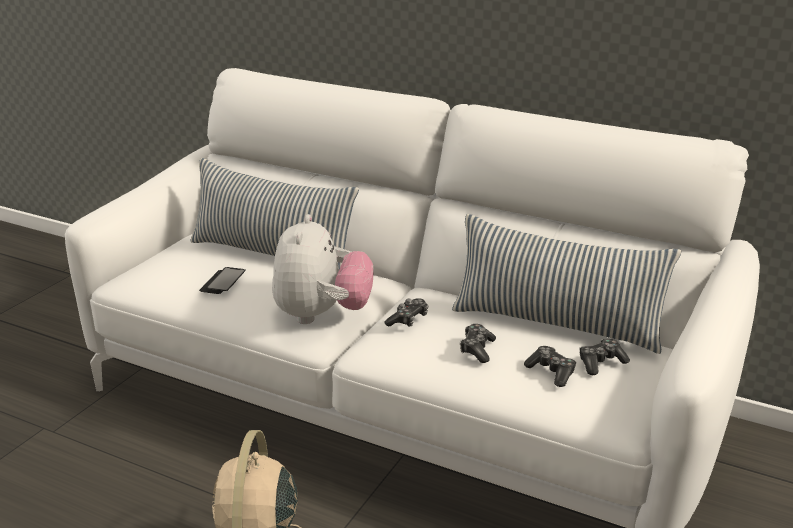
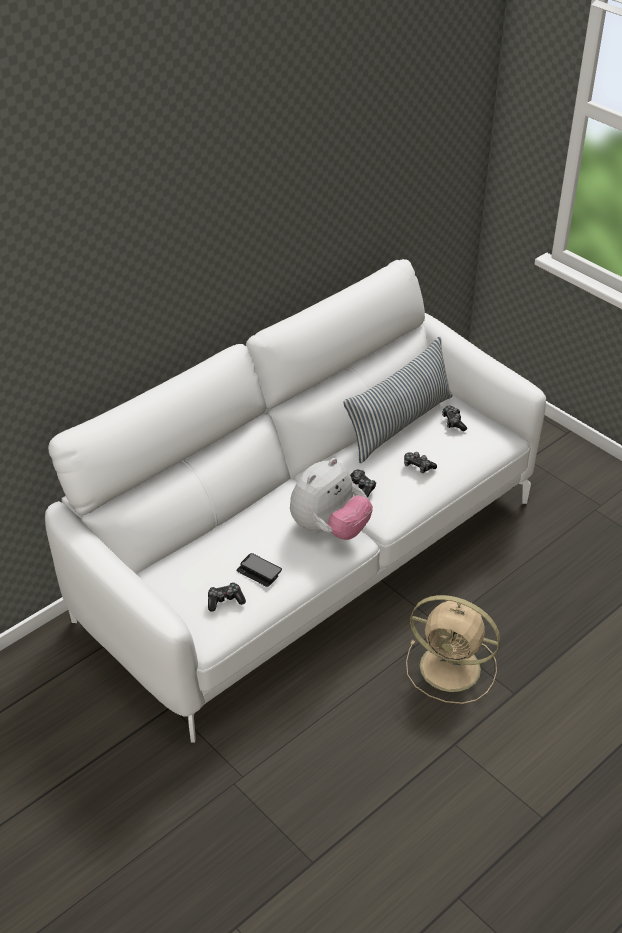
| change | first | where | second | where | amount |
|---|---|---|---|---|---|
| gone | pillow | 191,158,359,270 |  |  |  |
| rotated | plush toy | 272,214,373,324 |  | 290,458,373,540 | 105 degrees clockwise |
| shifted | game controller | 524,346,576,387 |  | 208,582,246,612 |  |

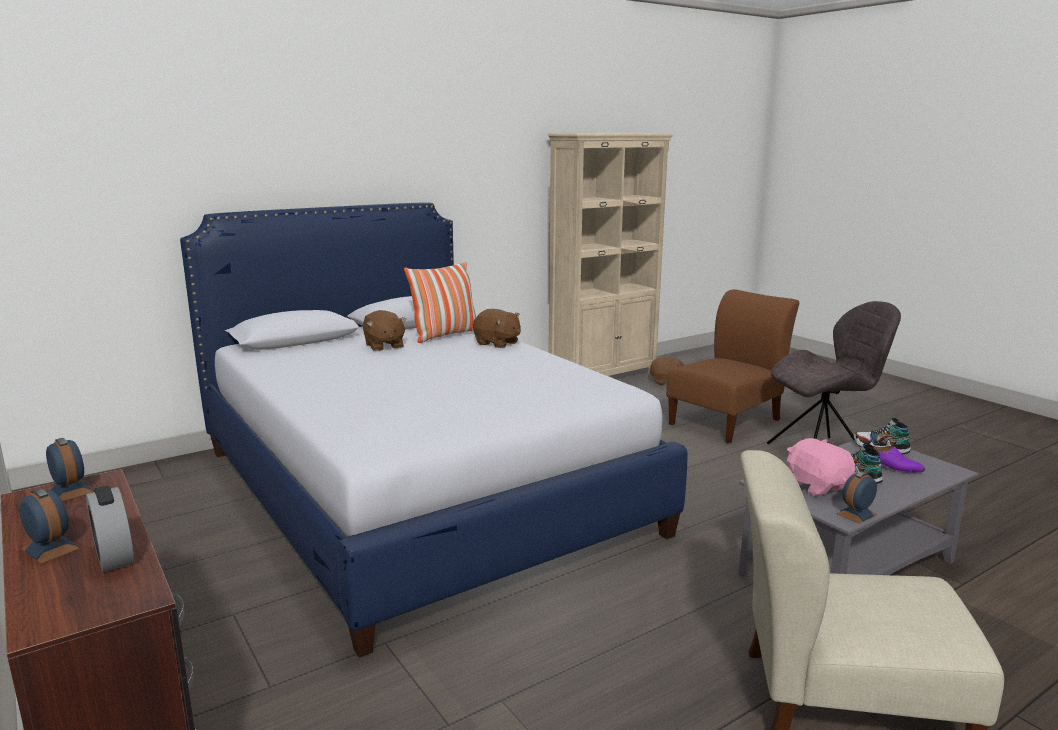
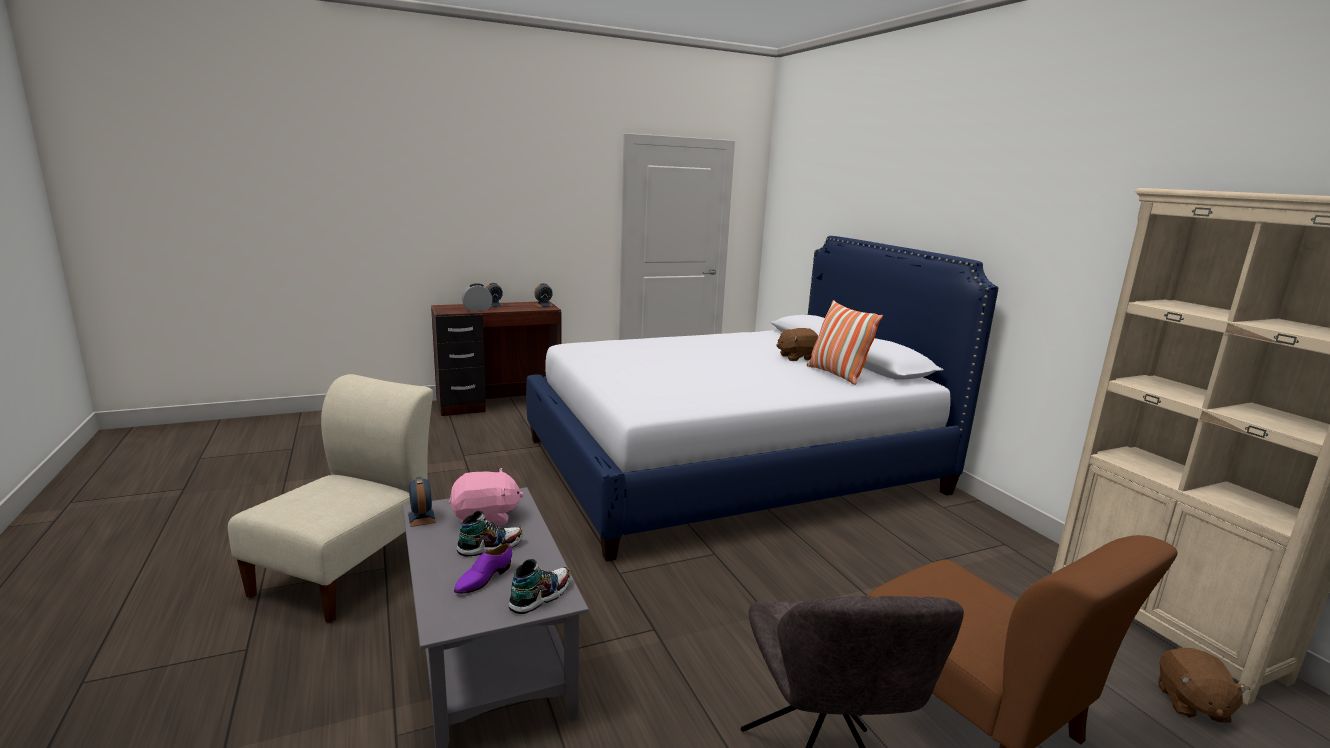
| change | first | where | second | where | amount |
|---|---|---|---|---|---|
| gone | brown plush toy | 473,309,521,348 |  |  |  |

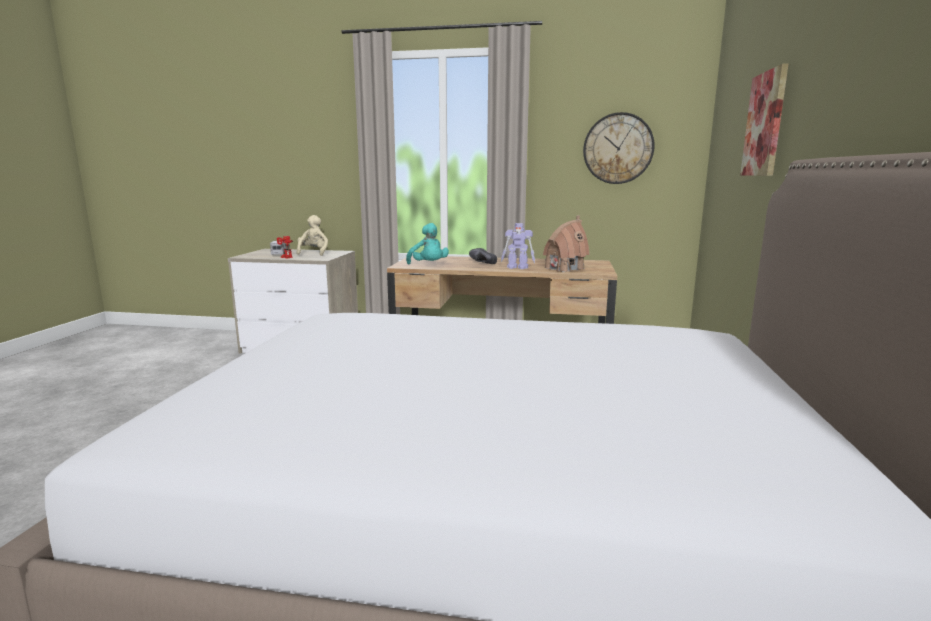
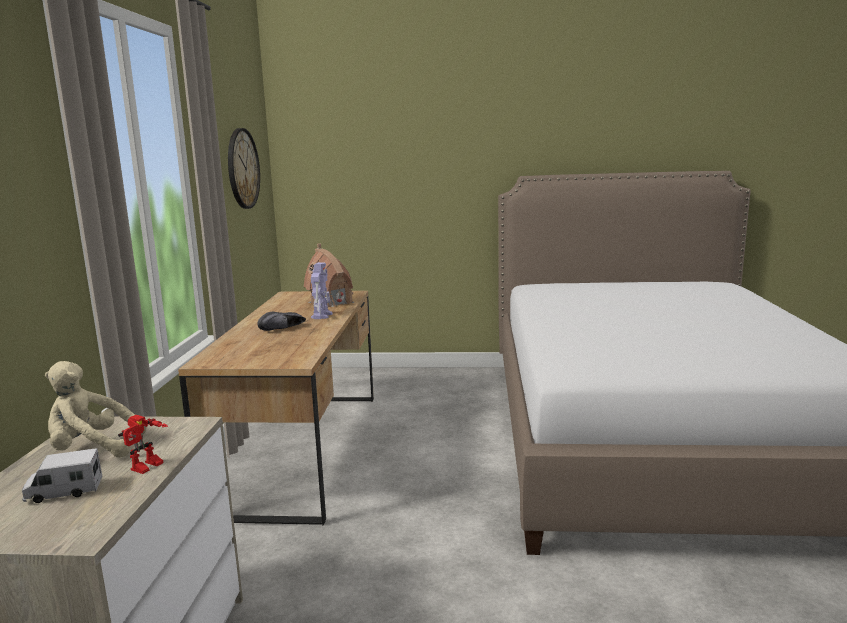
| change | first | where | second | where | amount |
|---|---|---|---|---|---|
| gone | turquoise plush toy | 406,223,449,264 |  |  |  |
| gone | picture | 740,63,788,176 |  |  |  |

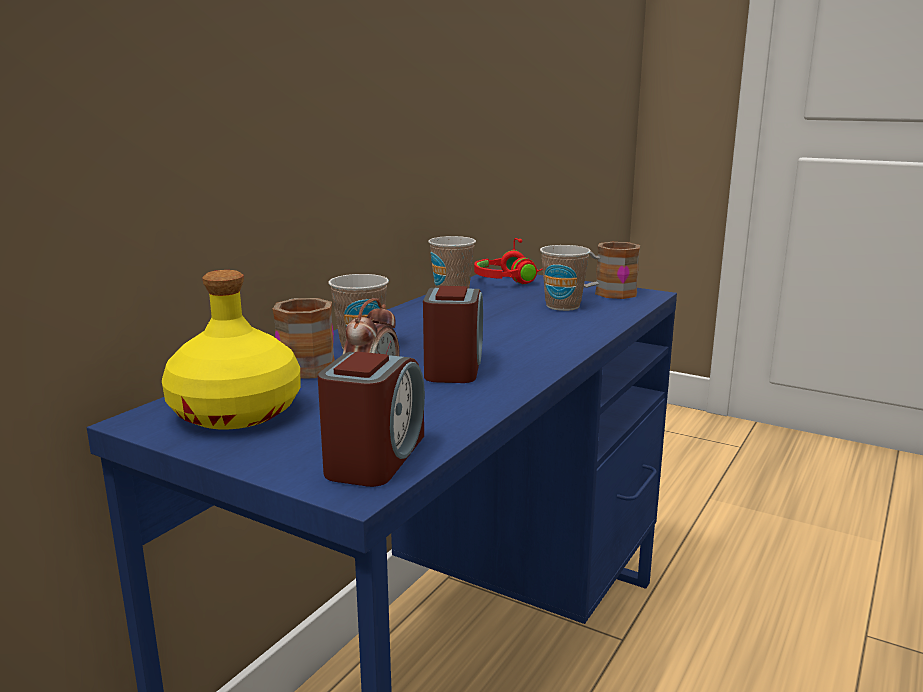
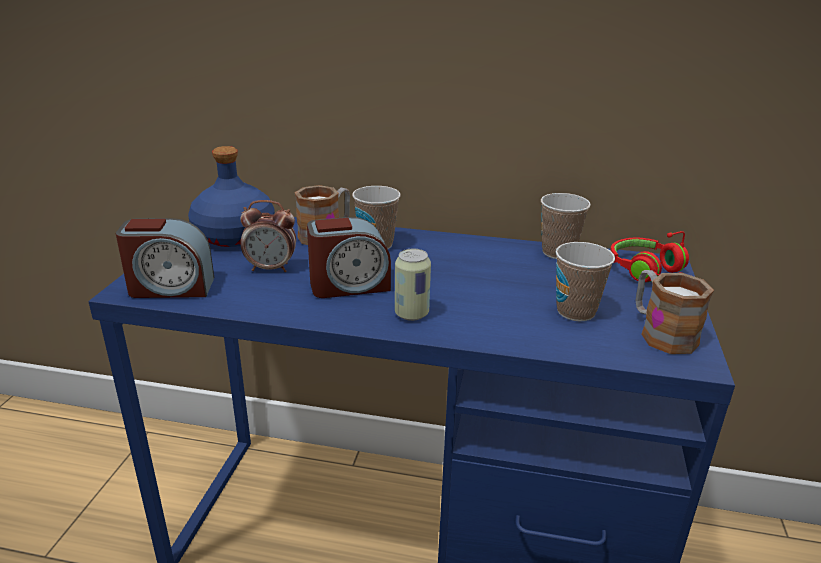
| change | first | where | second | where | amount |
|---|---|---|---|---|---|
| repainted | yellow bottle | 162,270,301,429 | blue bottle | 188,146,275,247 |  |
| new |  |  | can | 395,249,431,321 |  |

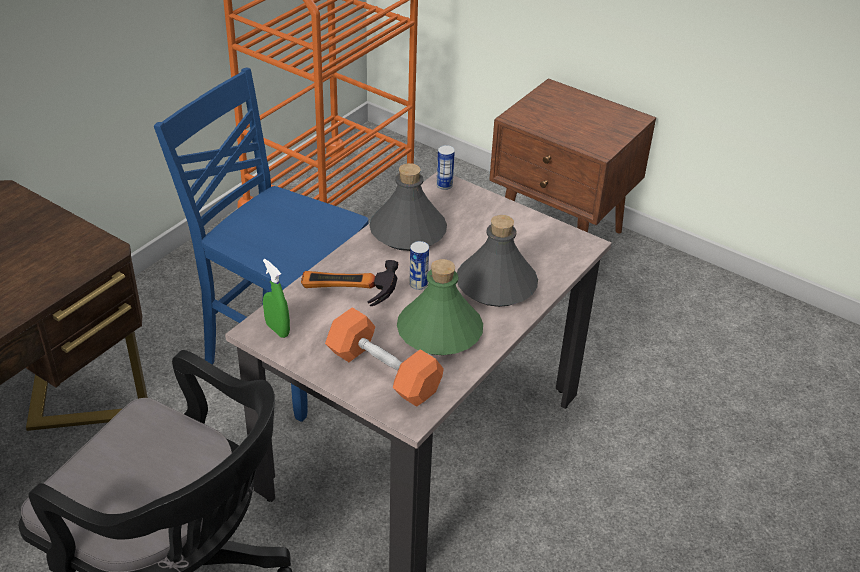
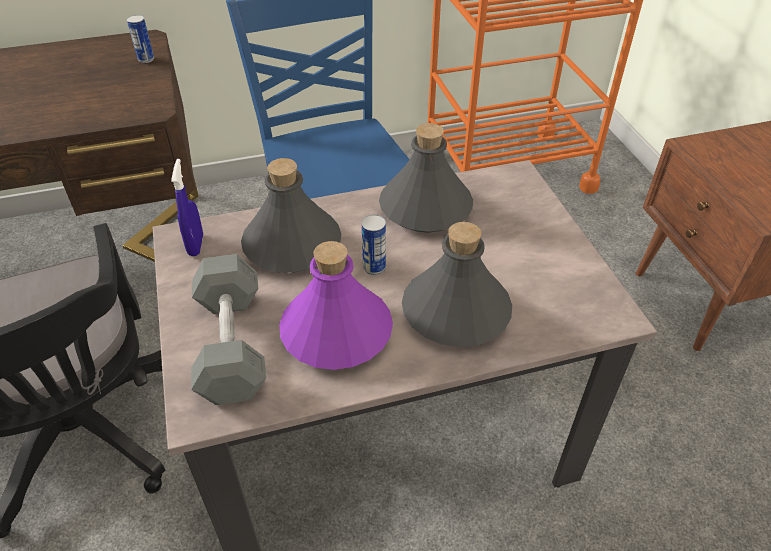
| change | first | where | second | where | amount |
|---|---|---|---|---|---|
| repainted | green spray bottle | 263,259,290,338 | blue spray bottle | 171,159,203,256 |  |
| swapped | hammer | 301,260,398,306 | grey bottle | 241,158,341,273 |  |
| repainted | orange dumbbell | 325,307,444,407 | grey dumbbell | 191,254,266,405 |  |
| repainted | green bottle | 397,259,483,355 | purple bottle | 279,241,393,370 |  |
| shifted | can | 436,145,455,190 |  | 127,15,154,63 |  |

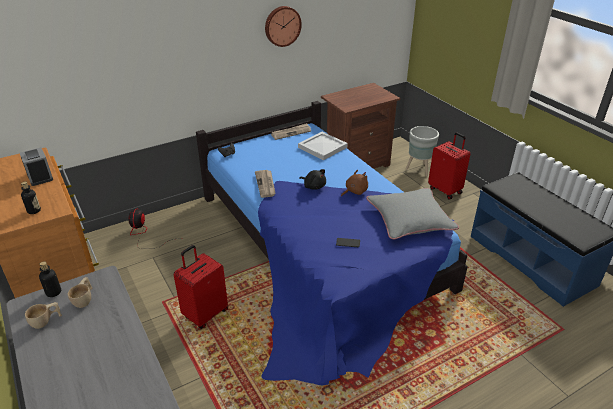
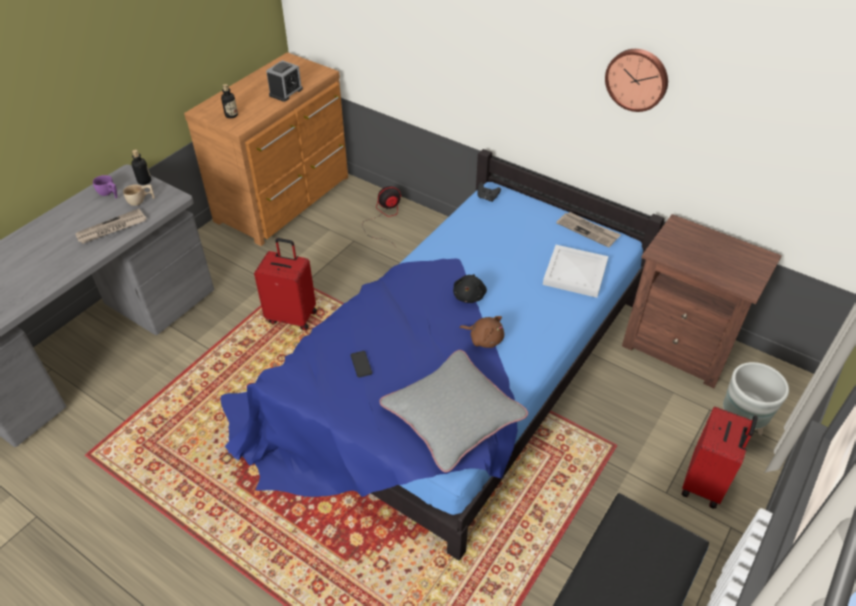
| change | first | where | second | where | amount |
|---|---|---|---|---|---|
| repainted | beige cup | 25,302,62,329 | purple cup | 93,175,117,198 |  |
| shifted | newspaper | 255,170,275,198 |  | 75,208,147,244 |  |

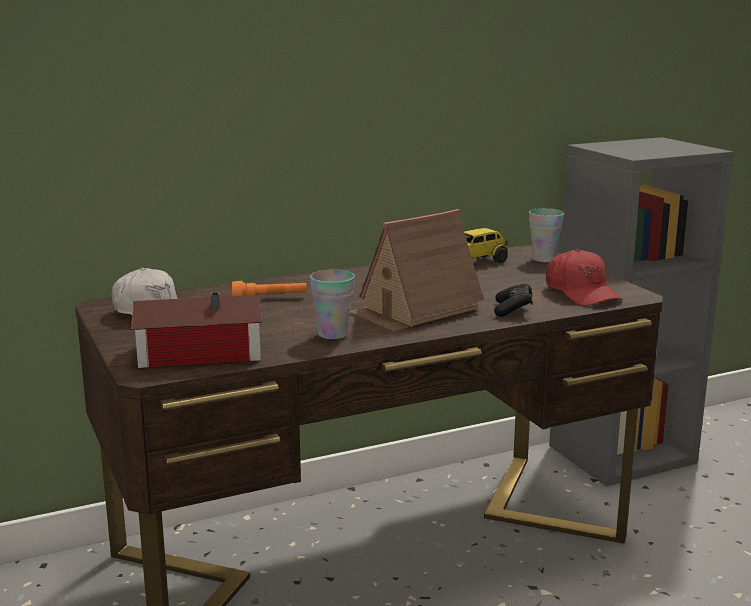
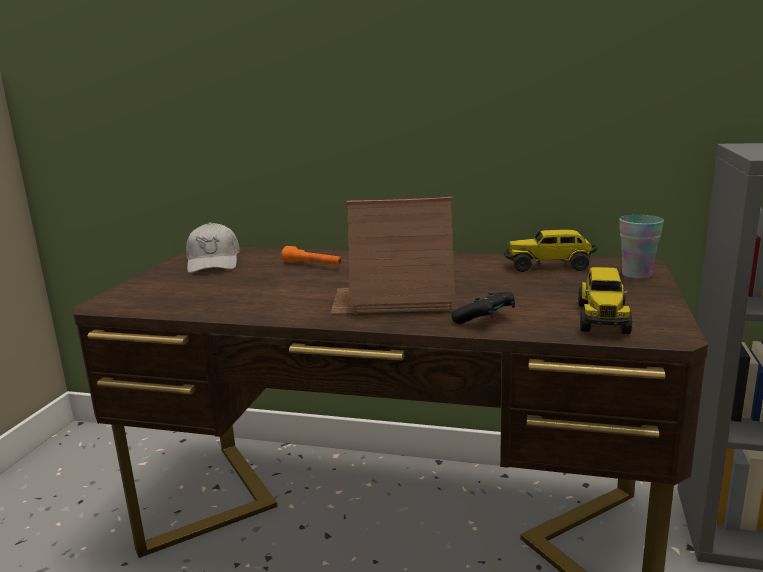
| change | first | where | second | where | amount |
|---|---|---|---|---|---|
| gone | toy house | 131,292,262,368 |  |  |  |
| gone | cup | 310,269,355,339 |  |  |  |
| swapped | red cap | 546,249,623,306 | toy truck | 578,267,632,334 |  |

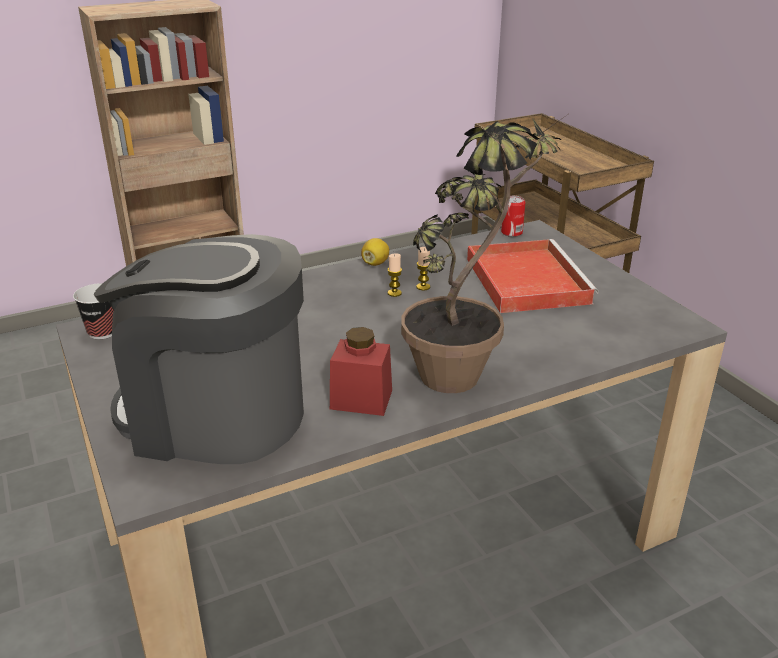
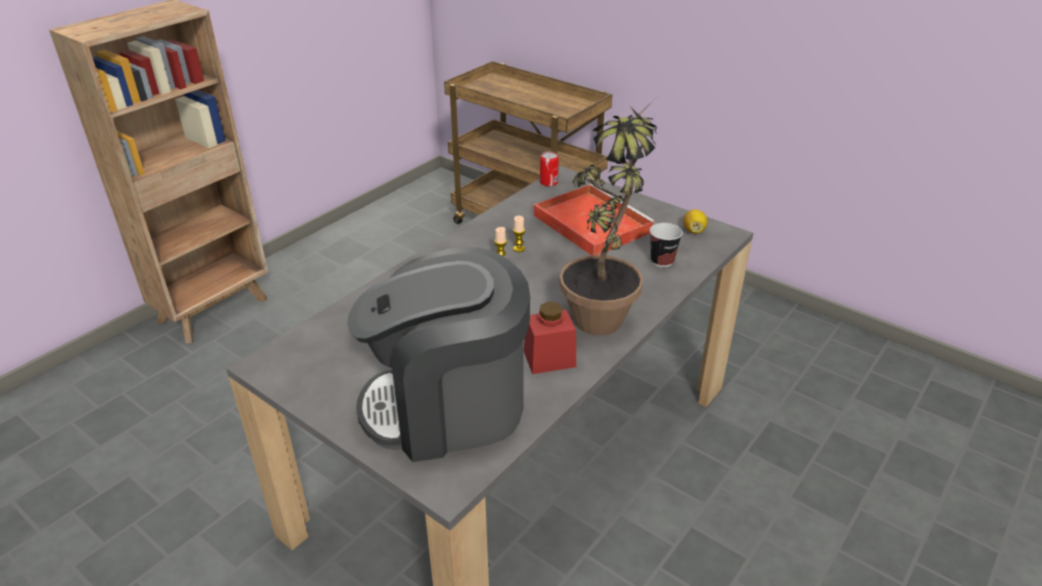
| change | first | where | second | where | amount |
|---|---|---|---|---|---|
| shifted | cup | 73,283,114,339 |  | 650,223,683,267 |  |
| shifted | lemon | 361,238,389,266 |  | 683,209,707,234 |  |

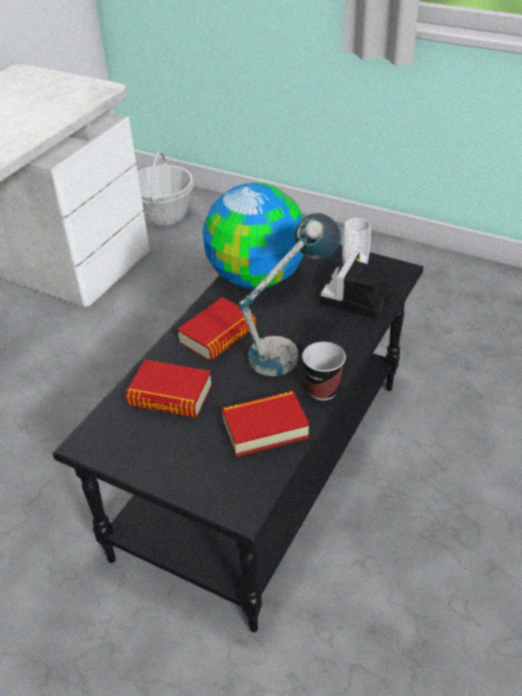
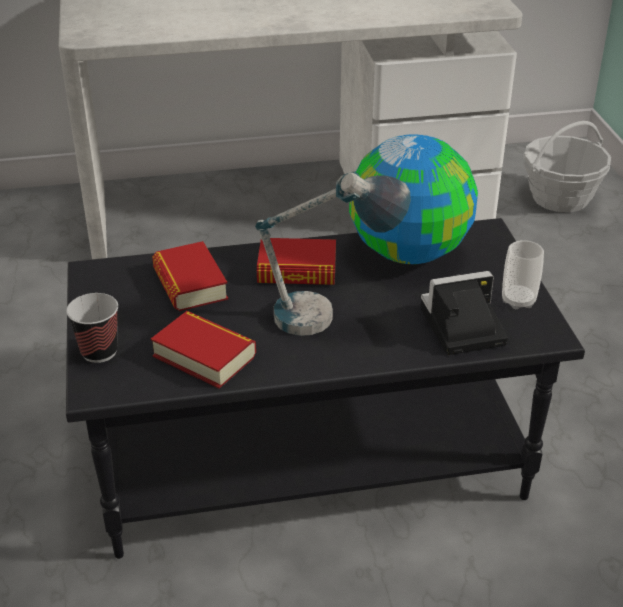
| change | first | where | second | where | amount |
|---|---|---|---|---|---|
| shifted | cup | 302,342,346,401 |  | 66,293,118,363 |  |

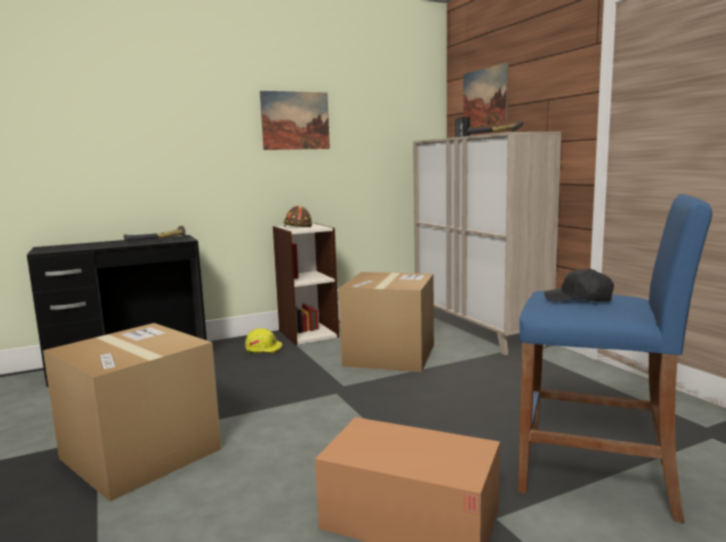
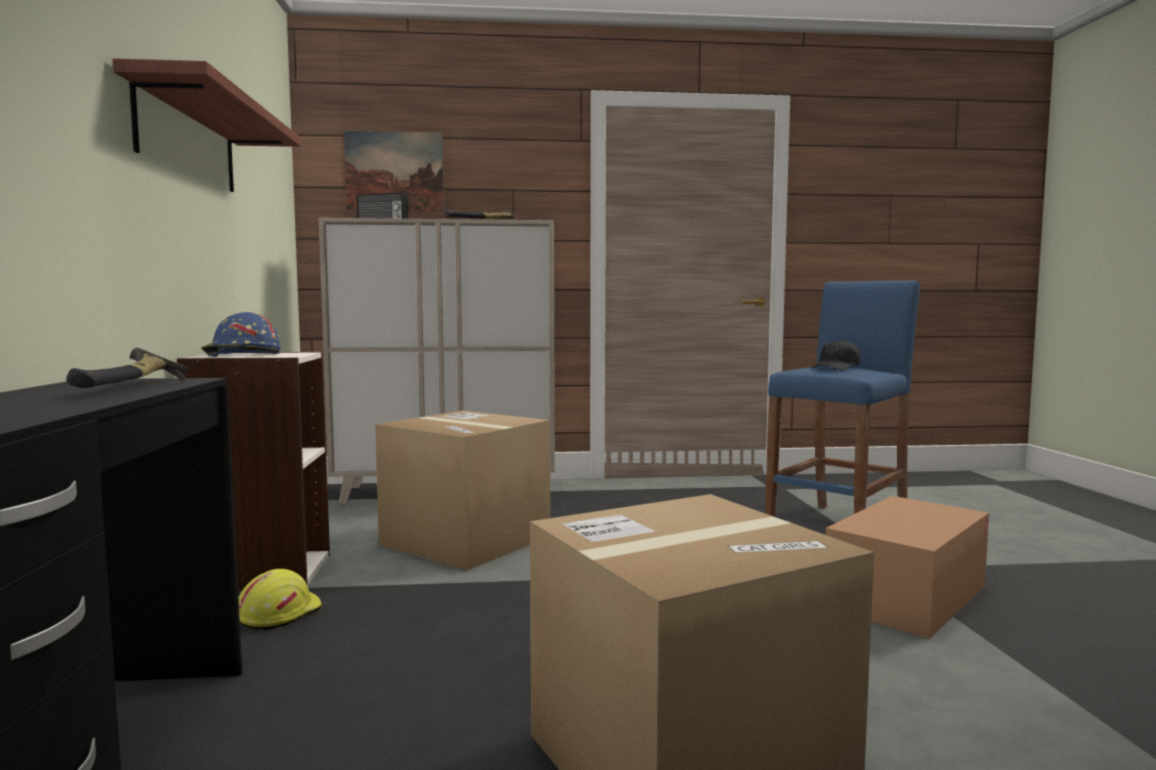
| change | first | where | second | where | amount |
|---|---|---|---|---|---|
| swapped | picture | 260,91,330,150 | shelf | 112,58,301,192 |  |
| repainted | brown hard hat | 284,206,312,227 | blue hard hat | 201,312,281,357 |  |

